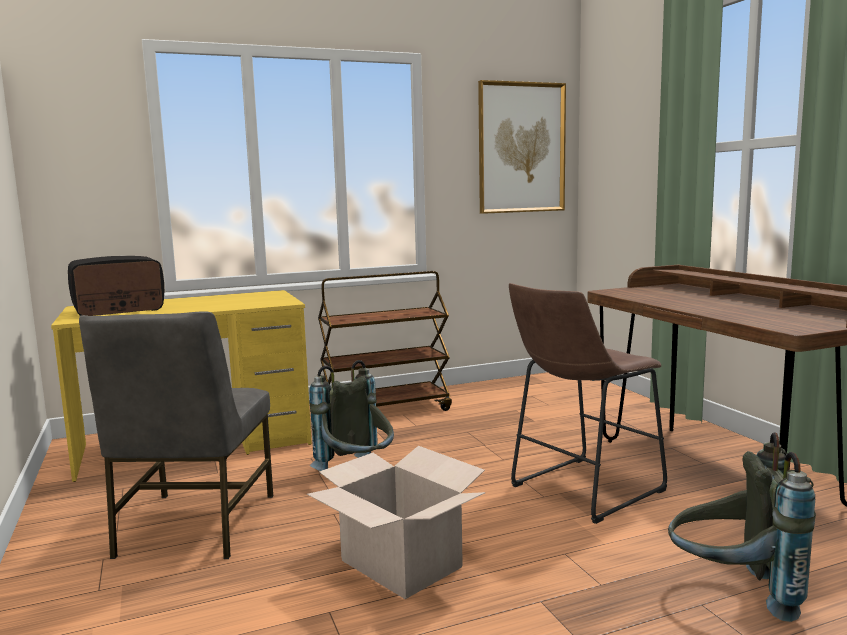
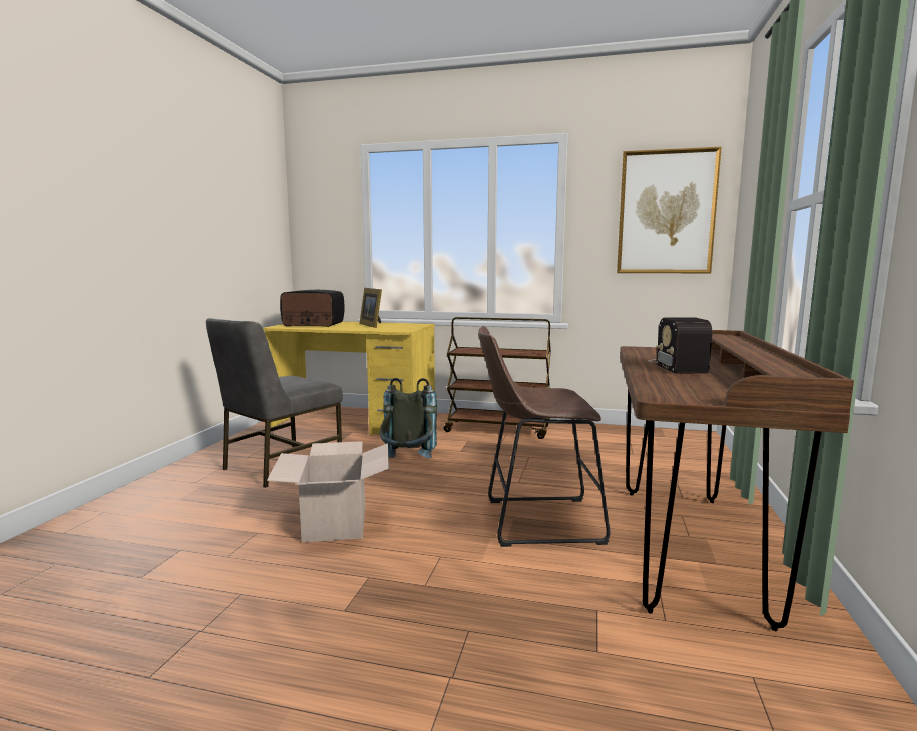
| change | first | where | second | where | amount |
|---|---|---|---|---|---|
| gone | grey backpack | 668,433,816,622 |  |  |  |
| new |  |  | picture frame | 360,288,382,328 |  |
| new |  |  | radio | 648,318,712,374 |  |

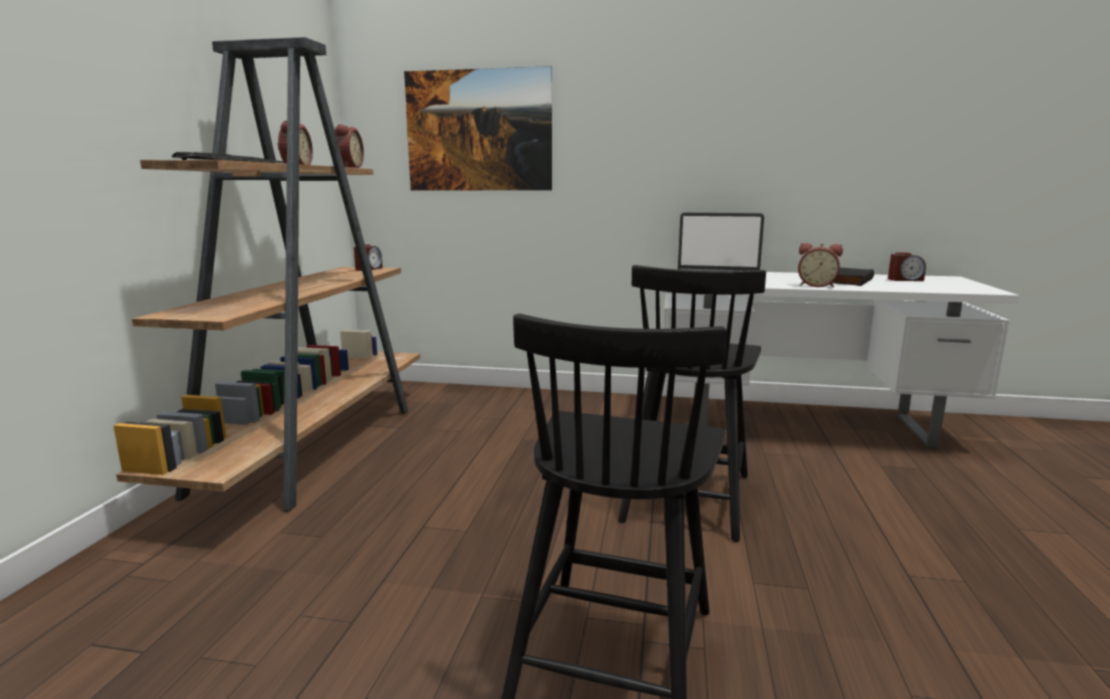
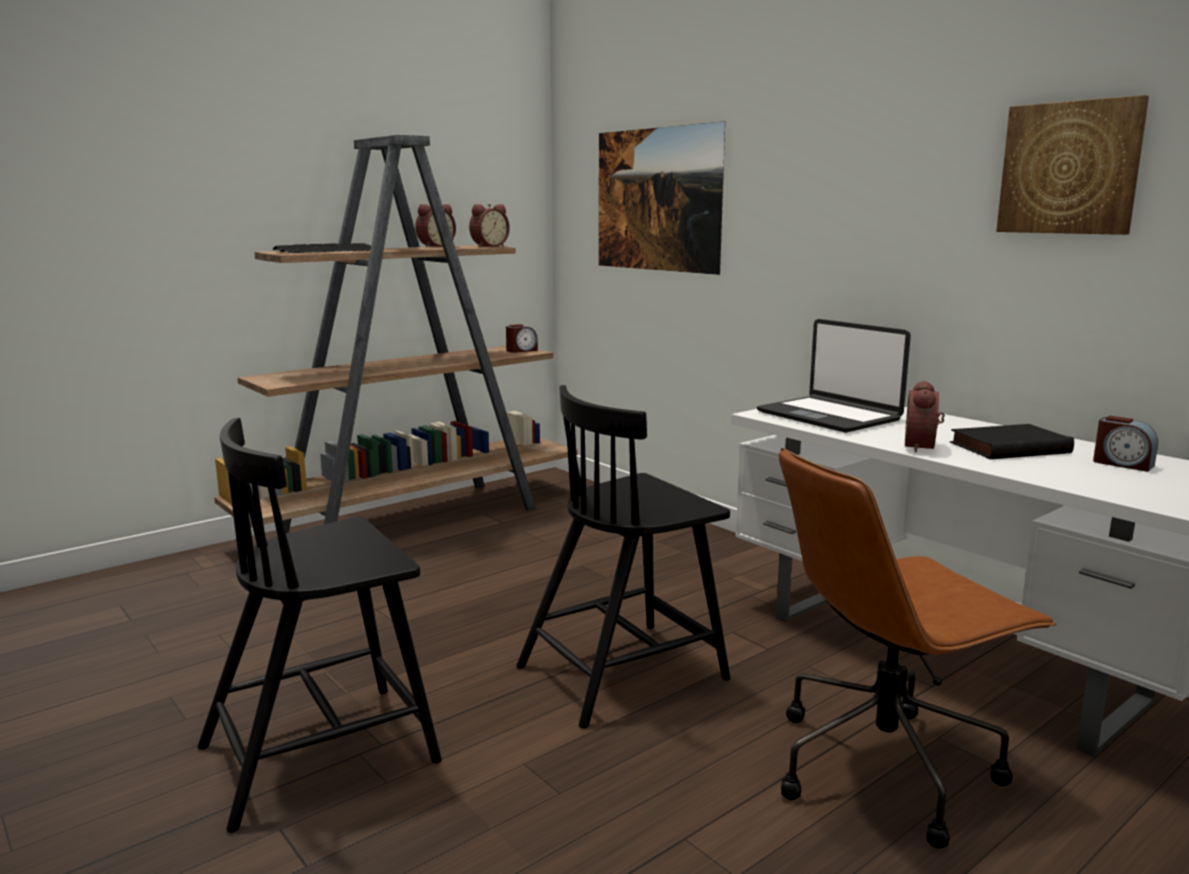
| change | first | where | second | where | amount |
|---|---|---|---|---|---|
| rotated | alarm clock | 798,243,843,287 |  | 905,380,945,453 | 45 degrees clockwise |
| new |  |  | brown office chair | 779,448,1057,849 |  |
| new |  |  | picture | 996,95,1149,235 |  |

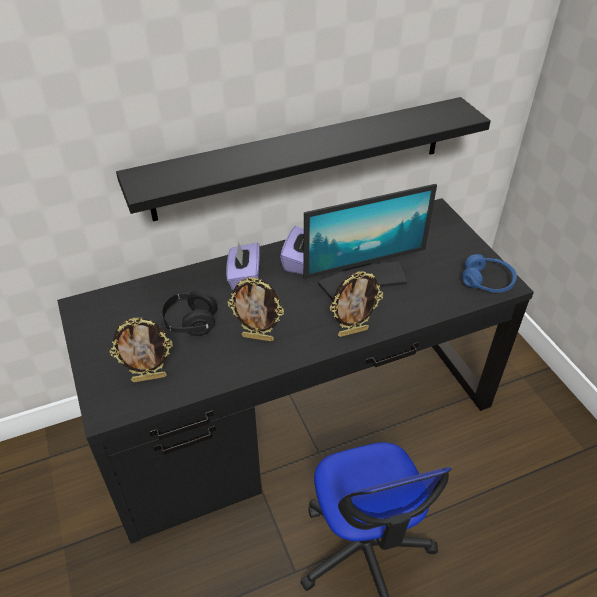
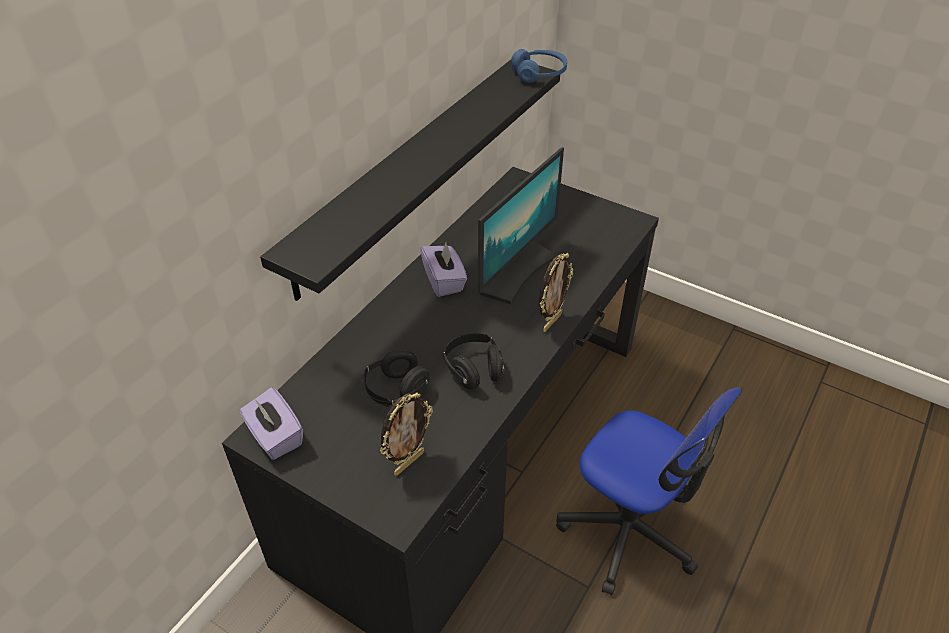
| change | first | where | second | where | amount |
|---|---|---|---|---|---|
| shifted | purple tissue box | 226,242,260,291 |  | 240,387,303,460 |  |
| swapped | picture frame | 228,277,284,342 | black headphones | 443,333,505,389 |  |
| shifted | blue headphones | 462,254,517,293 |  | 511,49,567,83 |  |

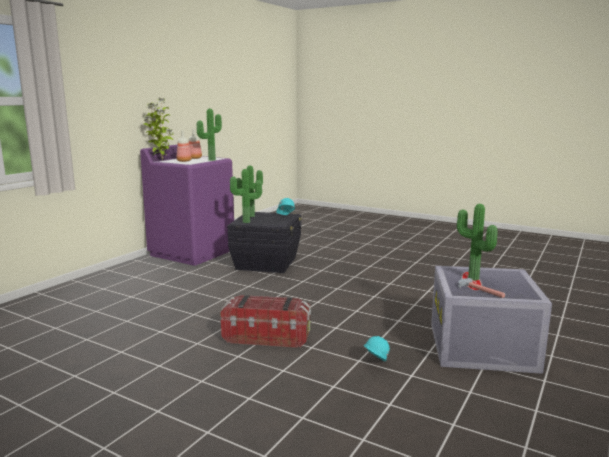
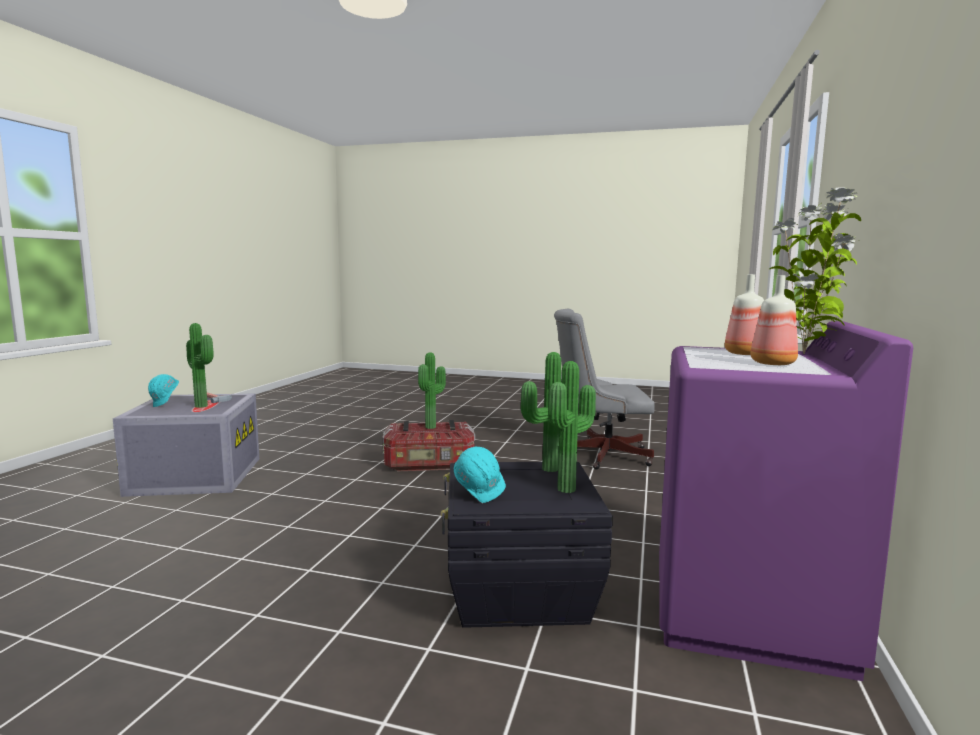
| change | first | where | second | where | amount |
|---|---|---|---|---|---|
| shifted | potted plant | 197,109,222,161 |  | 418,352,446,429 |  |
| shifted | turquoise hard hat | 363,336,390,362 |  | 148,374,179,407 |  |
| new |  |  | grey office chair | 554,309,655,469 |  |

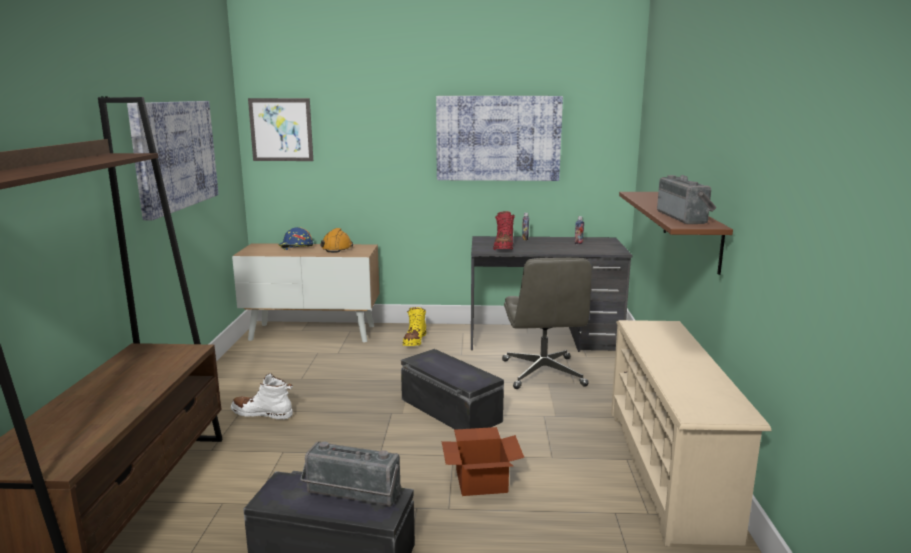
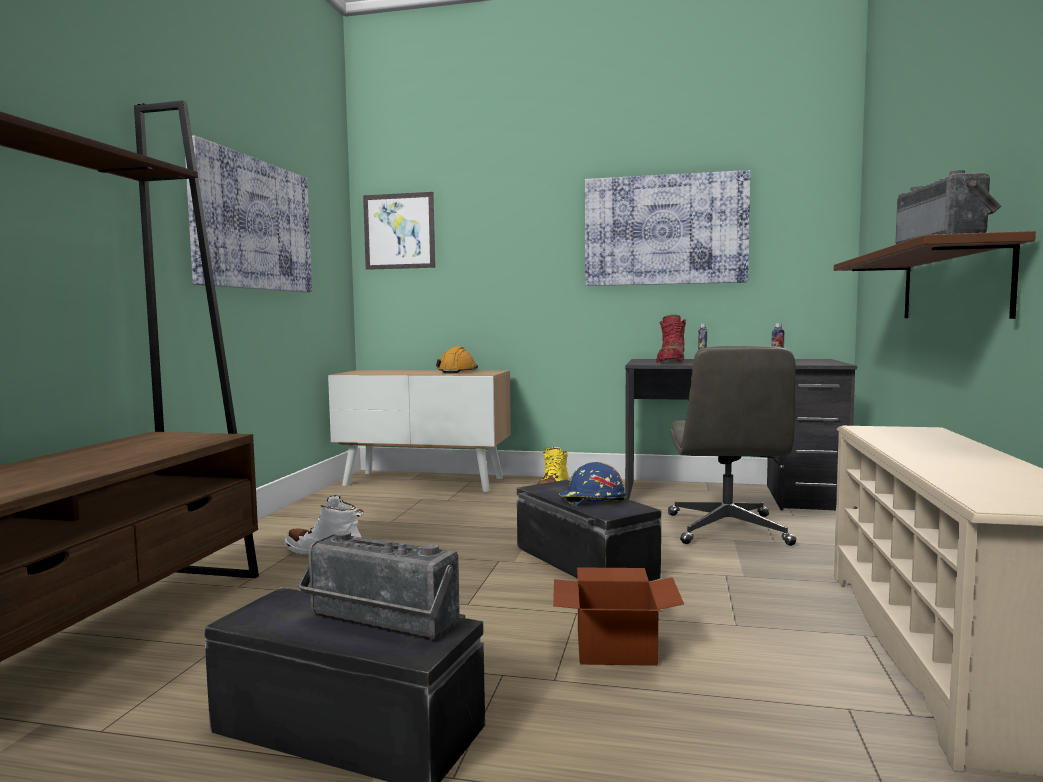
| change | first | where | second | where | amount |
|---|---|---|---|---|---|
| shifted | blue hard hat | 278,227,313,250 |  | 558,462,626,507 |  |

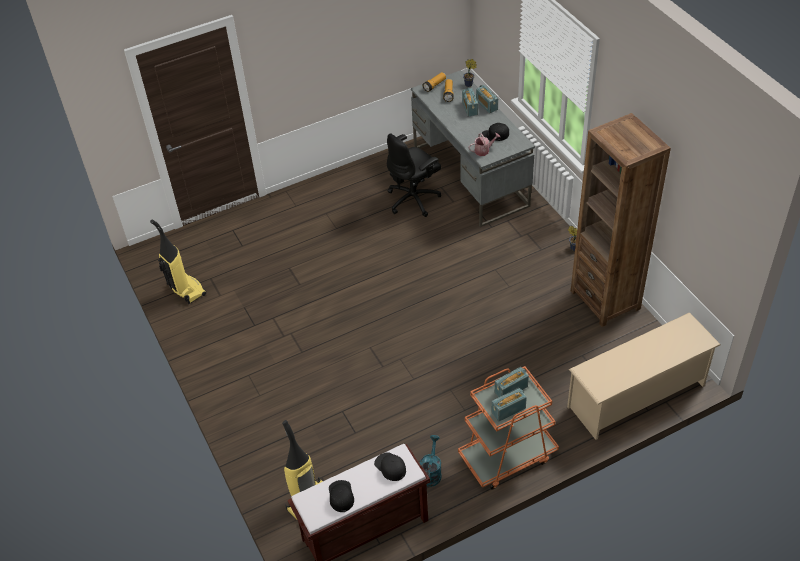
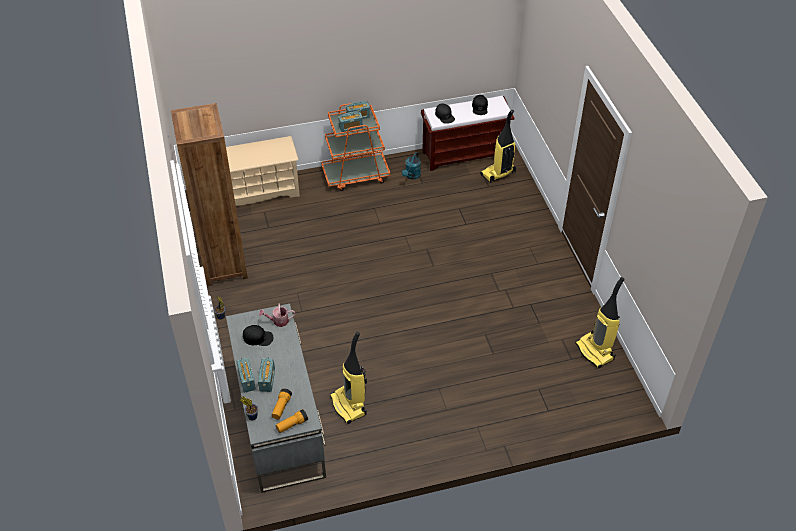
| change | first | where | second | where | amount |
|---|---|---|---|---|---|
| swapped | black office chair | 387,134,441,217 | vacuum cleaner | 330,332,367,424 |  |

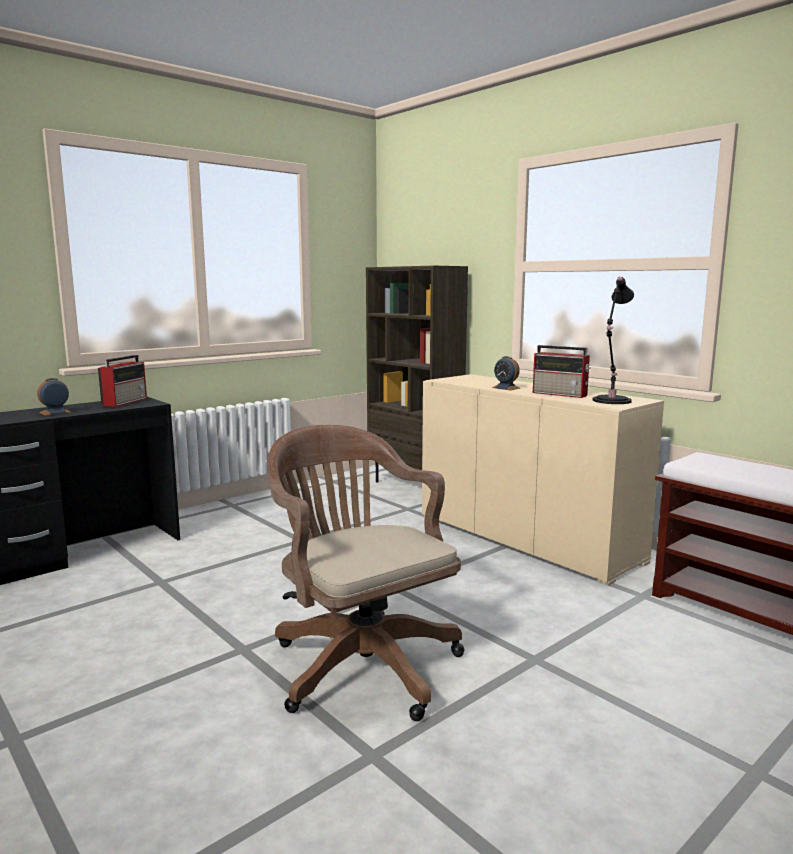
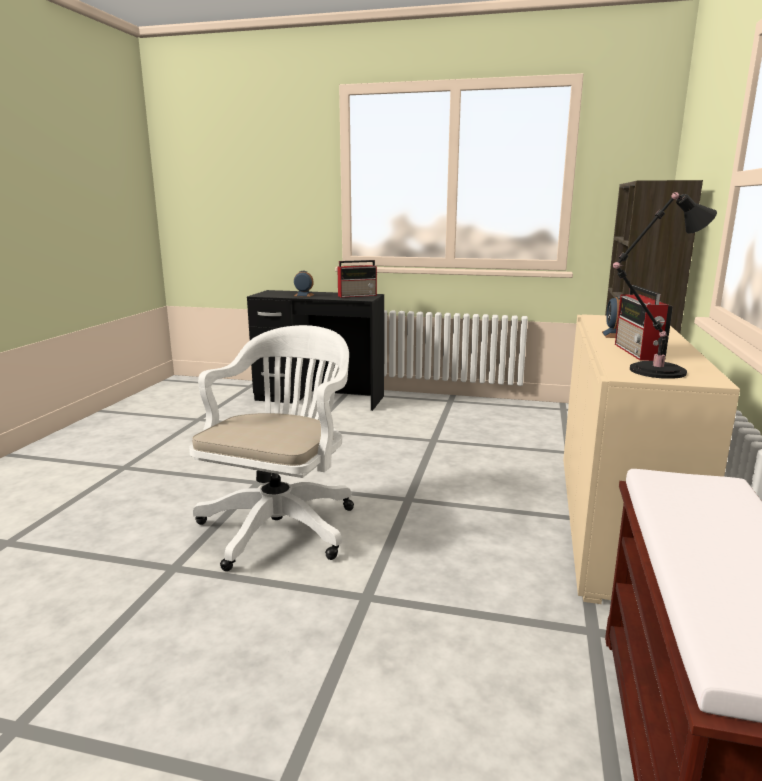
| change | first | where | second | where | amount |
|---|---|---|---|---|---|
| repainted | brown office chair | 267,425,464,721 | white office chair | 189,325,354,571 |  |

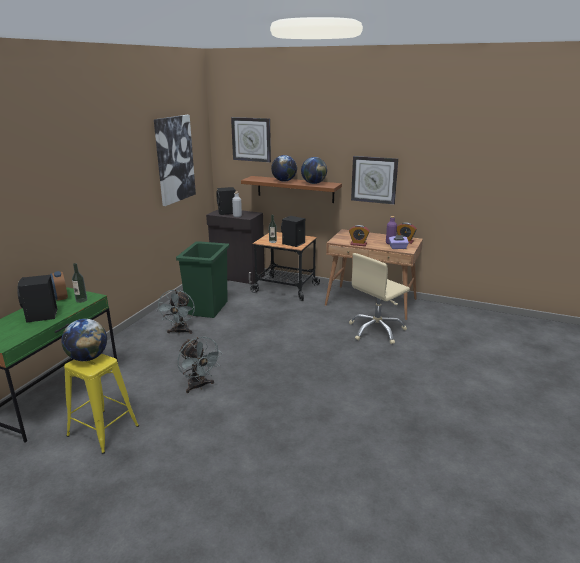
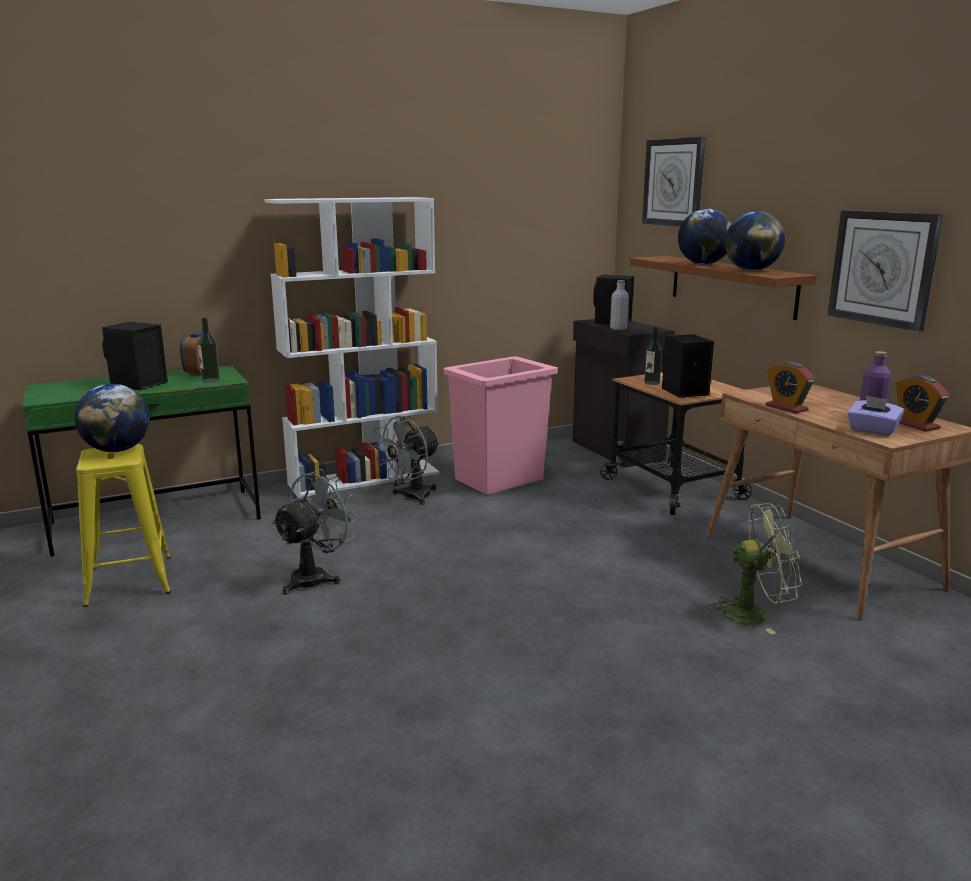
| change | first | where | second | where | amount |
|---|---|---|---|---|---|
| gone | picture | 154,115,196,206 |  |  |  |
| repainted | green trash can | 176,241,229,318 | pink trash can | 443,356,558,495 |  |
| rotated | grey fan | 178,337,222,393 |  | 272,469,360,595 | 150 degrees counterclockwise |
| swapped | beige office chair | 349,253,410,344 | green fan | 707,503,802,635 |  |
| new |  |  | white bookcase | 265,197,439,498 |  |

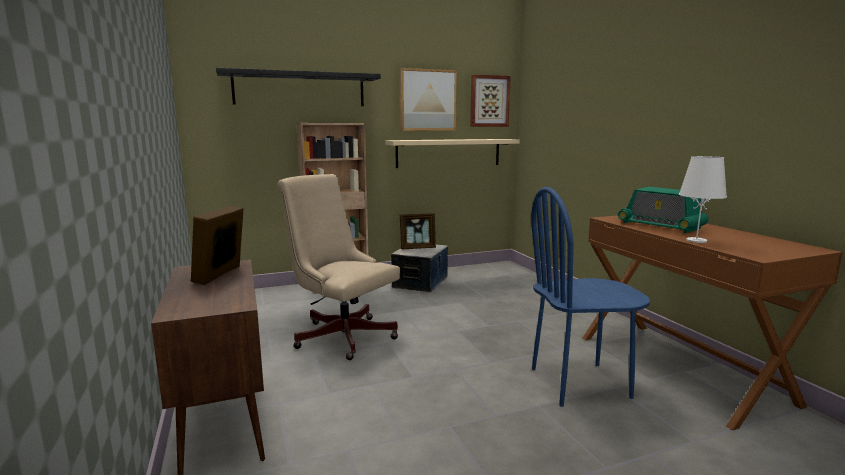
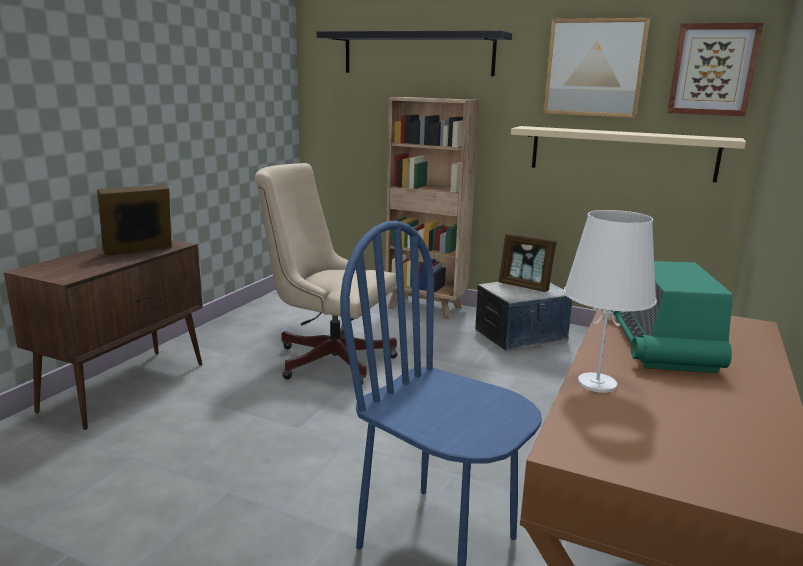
| change | first | where | second | where | amount |
|---|---|---|---|---|---|
| rotated | beige office chair | 277,174,400,360 |  | 255,163,398,385 | 60 degrees counterclockwise |

